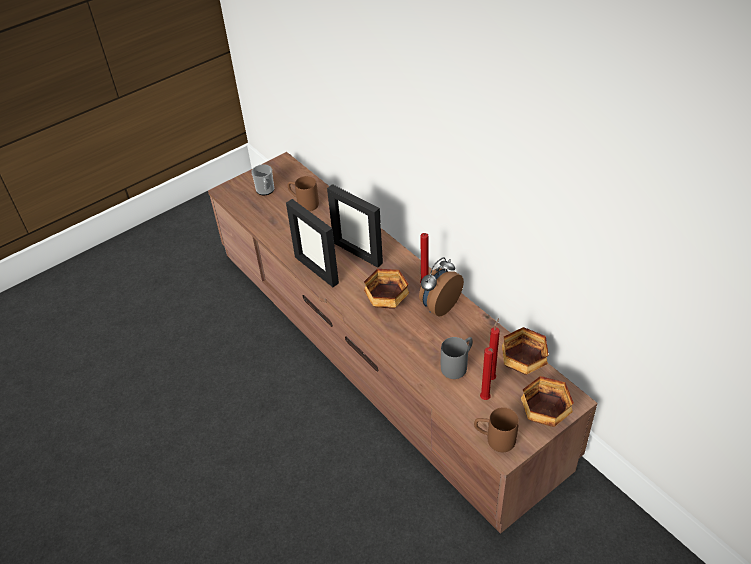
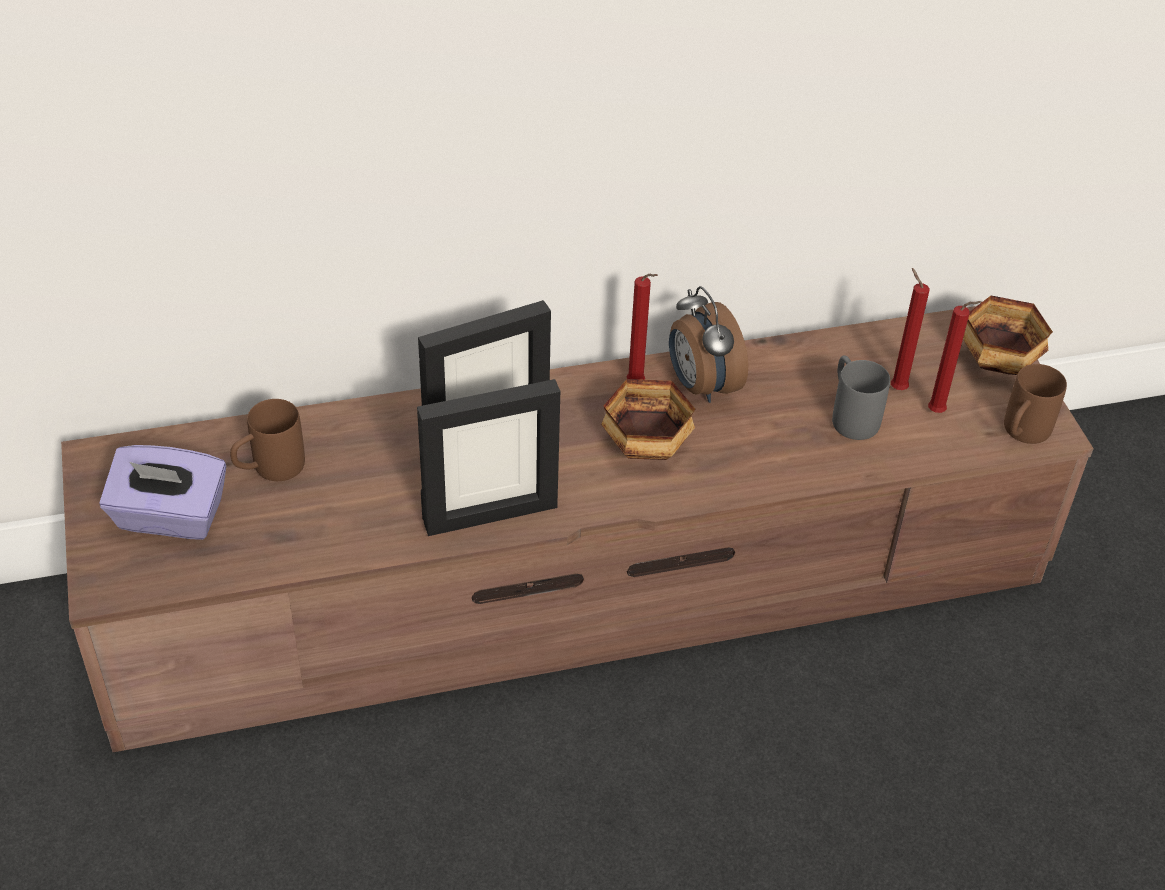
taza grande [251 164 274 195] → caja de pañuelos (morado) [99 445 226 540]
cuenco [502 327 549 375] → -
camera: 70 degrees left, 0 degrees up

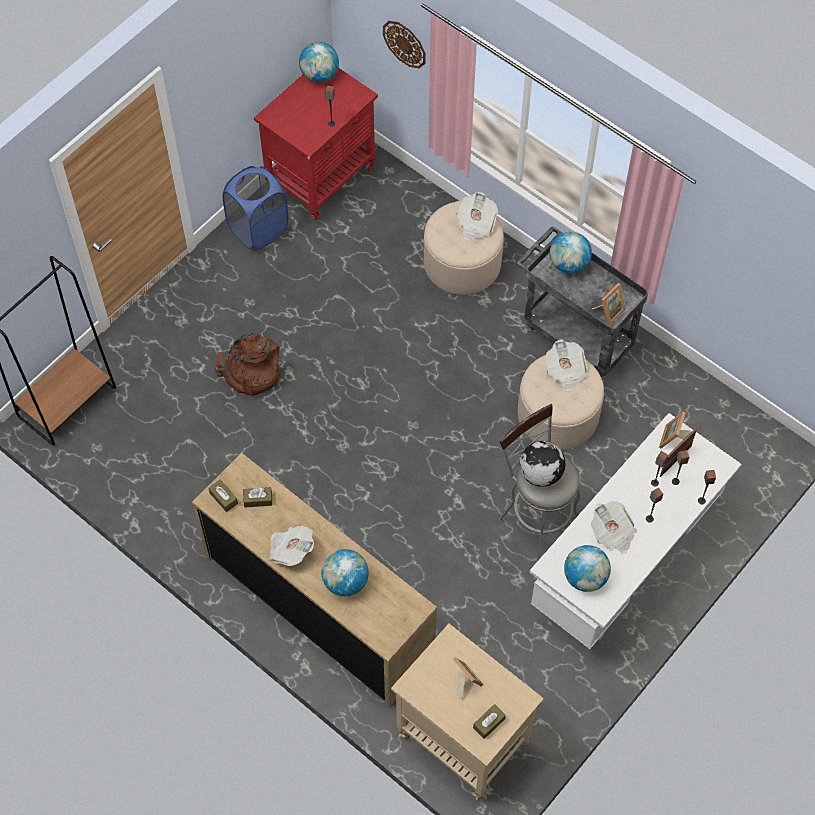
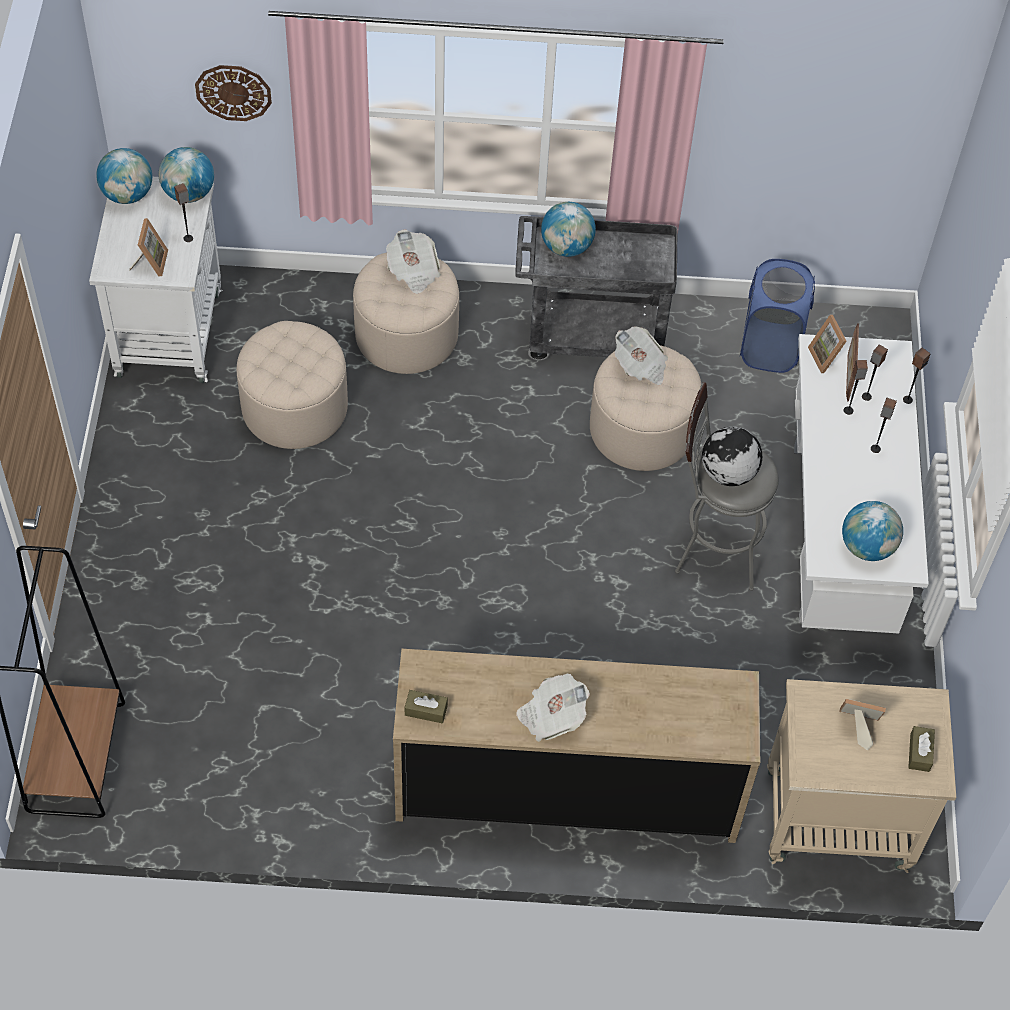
carrito (rojo) [254 68 378 222] → carrito (blanco) [89 177 223 383]
portarretratos [592 283 626 326] → portarretratos [129 218 168 277], relocated
globo terráqueo [321 549 369 596] → globo terráqueo [159 147 214 203], relocated
- → puf (beis) [237 321 348 449]
cesto de la ropa (azul) [222 166 289 250] → cesto de la ropa (azul) [740 259 815 373], relocated
mochila (marrón) [215 333 281 397] → -
caja de pañuelos (marrón) [243 487 272 508] → -
periódico [591 501 637 554] → -
camera: 40 degrees left, 5 degrees down

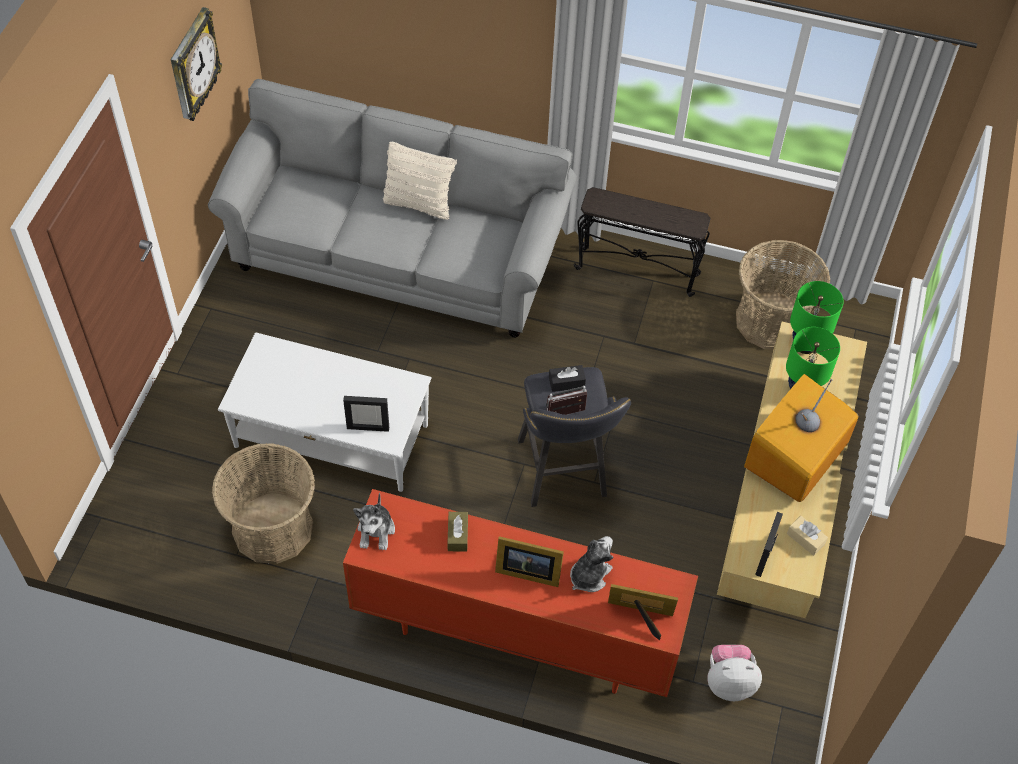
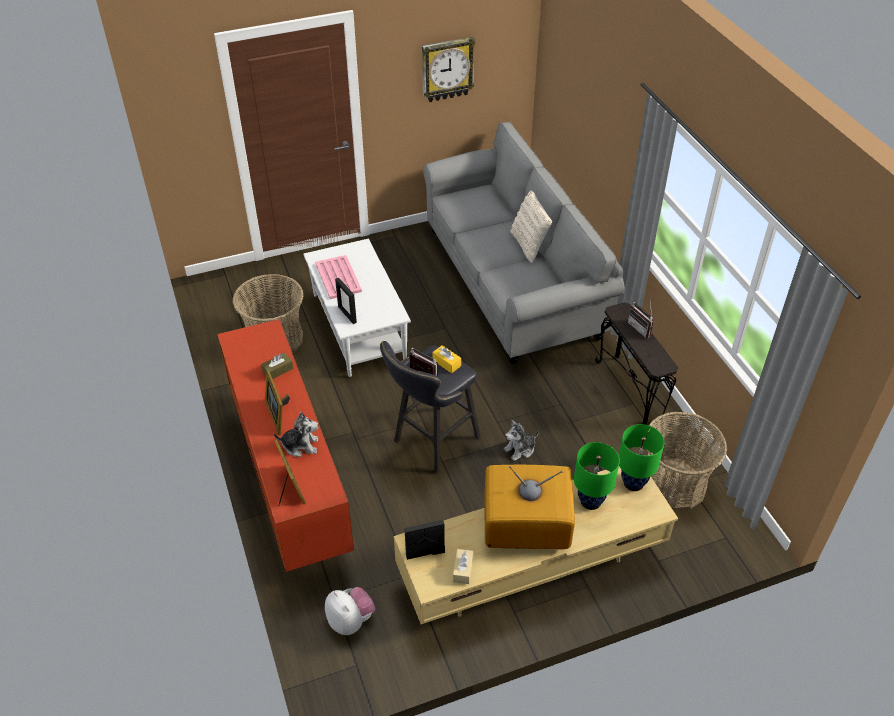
- → bandeja (rosa) [315 255 362 299]
caja de pañuelos (negro) [549 365 586 392] → caja de pañuelos (amarillo) [432 345 461 373]
peluche [353 493 395 550] → peluche [504 419 539 461], relocated
- → radio [628 299 654 338]
camera: 55 degrees right, 10 degrees down

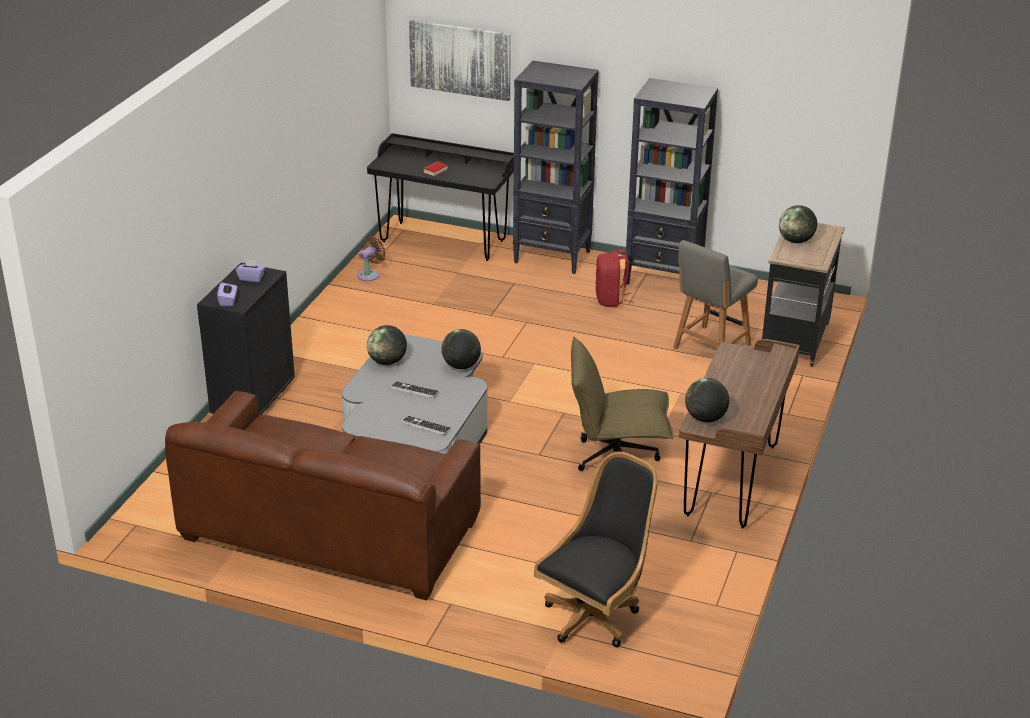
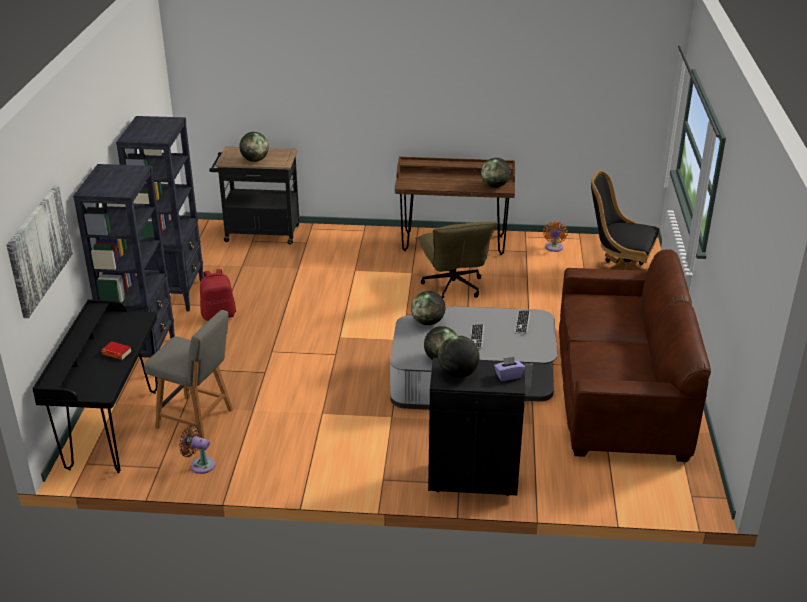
silla (gris) [673 240 758 349] → silla (gris) [144 310 233 439], relocated
caja de pañuelos (morado) [236 259 265 282] → globo terráqueo [438 335 480 378]
- → ventilador (naranja) [543 221 568 252]
camera: 105 degrees left, 0 degrees up

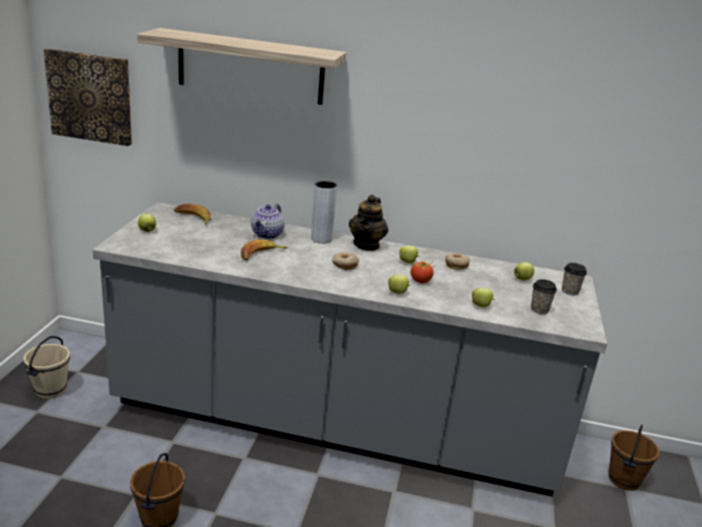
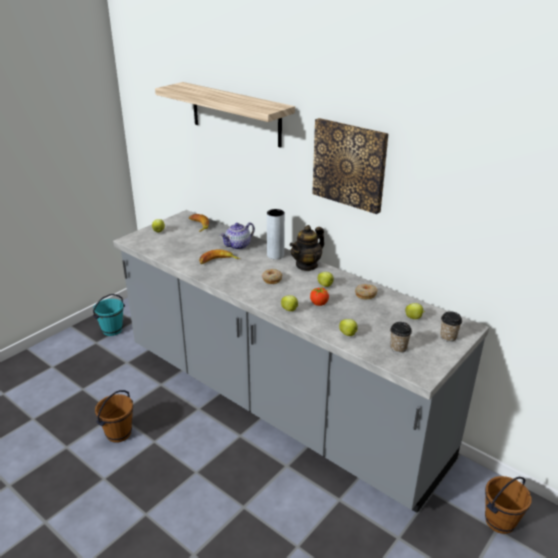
cubo (beis) [23 336 70 399] → cubo (turquesa) [92 294 125 336]
cuadro [44 49 132 146] → cuadro [312 118 389 214], relocated
camera: 30 degrees right, 5 degrees up

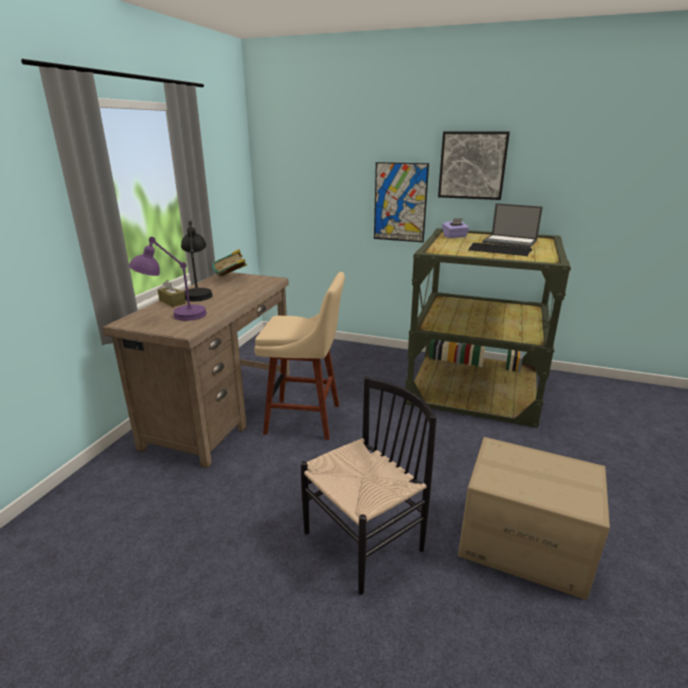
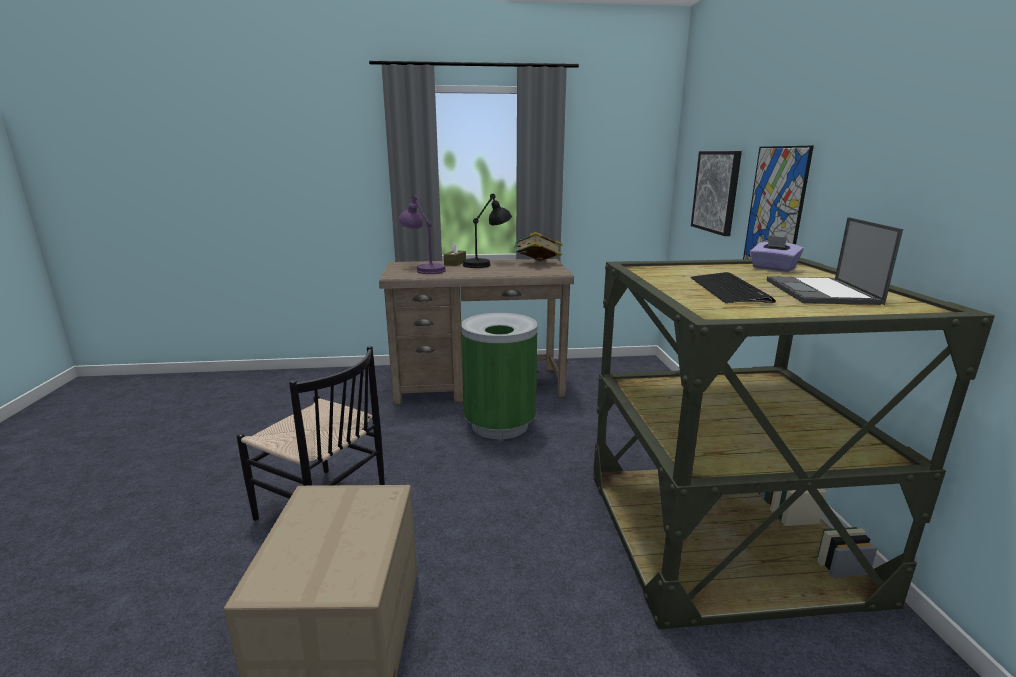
taburete (beis) [254 272 345 440] → papelera (verde) [461 313 538 439]
cuadro [438 131 510 200] → cuadro [691 151 742 236], relocated
camera: 65 degrees right, 5 degrees down

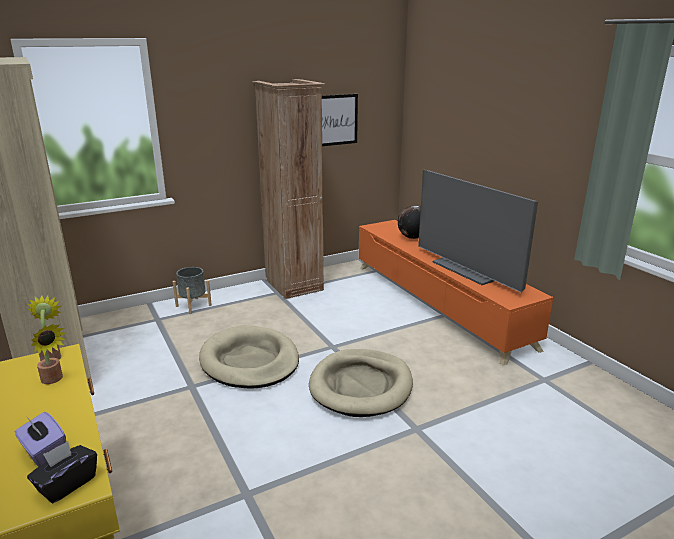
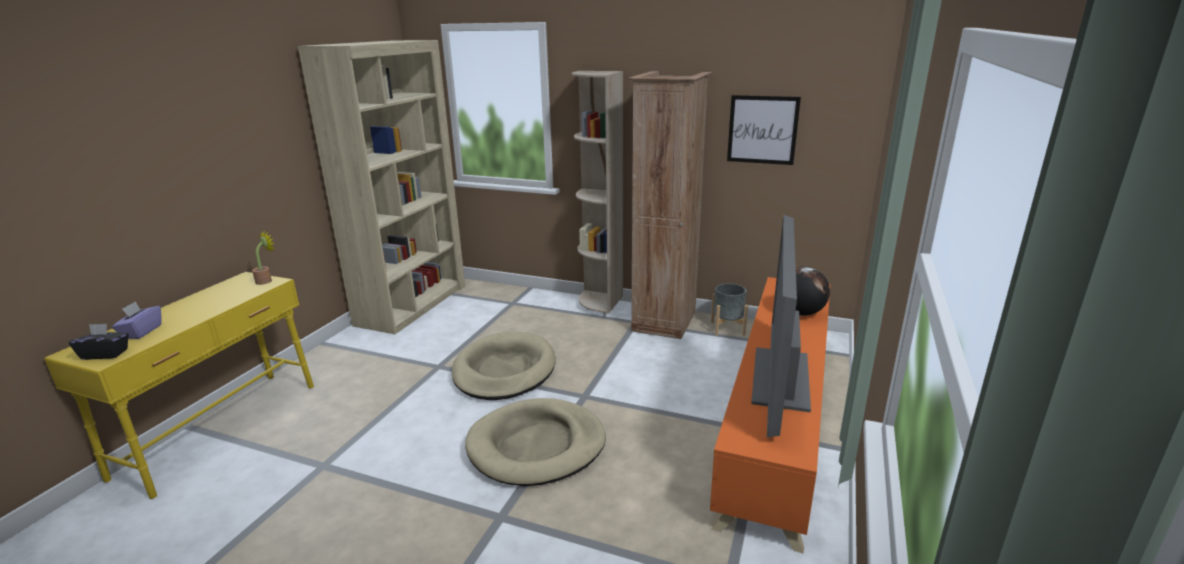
- → estantería (beis) [572 71 623 316]
maceta (gris) [173 267 212 314] → maceta (gris) [711 283 748 336], relocated
planta en maceta [31 324 67 384] → -
camera: 50 degrees right, 0 degrees up

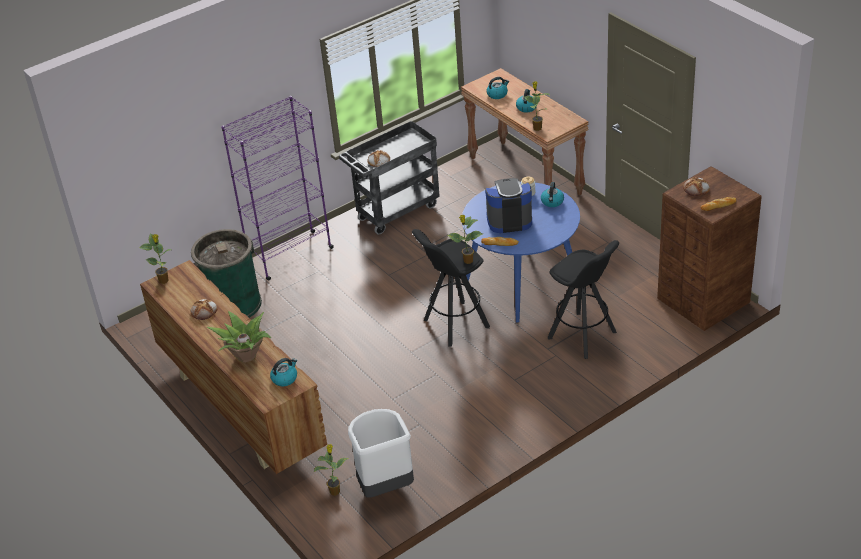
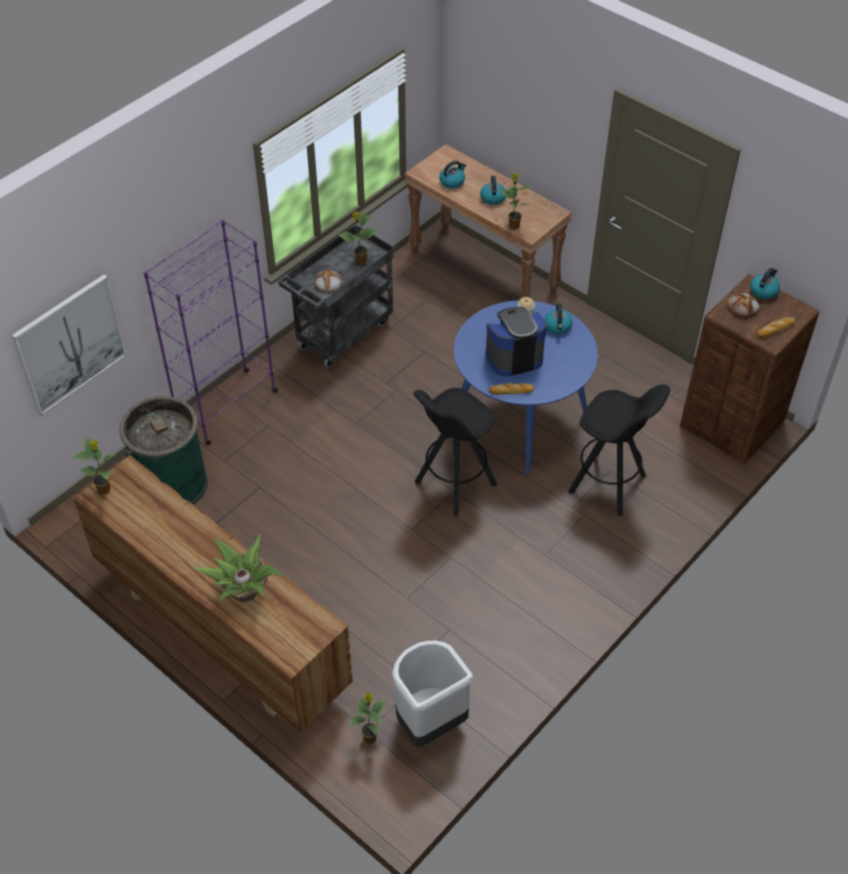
- → cuadro [11 274 127 416]
planta en maceta [447 215 483 264] → planta en maceta [338 212 379 264], relocated
hervidor [270 358 297 386] → hervidor [750 268 780 299], relocated
pan [191 299 218 320] → -
camera: 15 degrees left, 10 degrees up

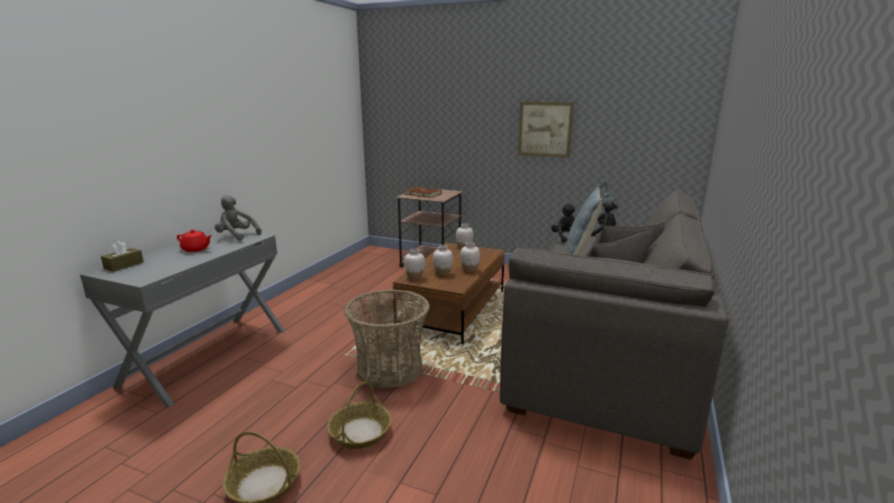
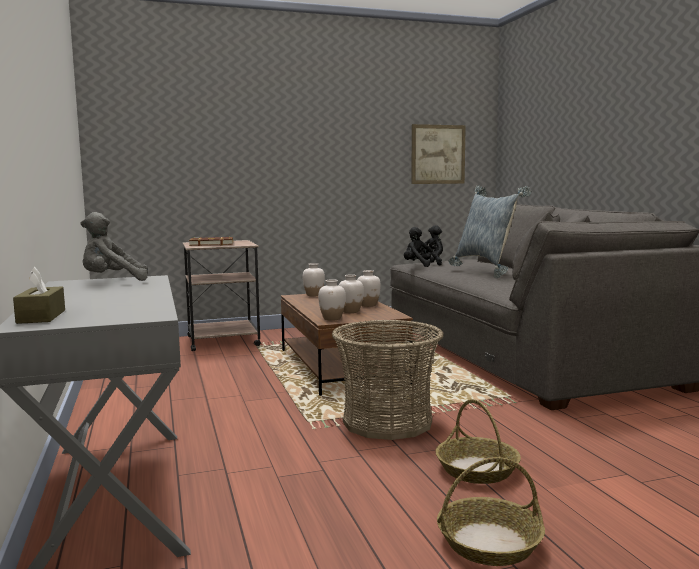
cuadro [518 102 574 158] → cuadro [412 124 466 184], relocated
tetera (rojo) [177 230 212 252] → -
camera: 40 degrees left, 10 degrees down

